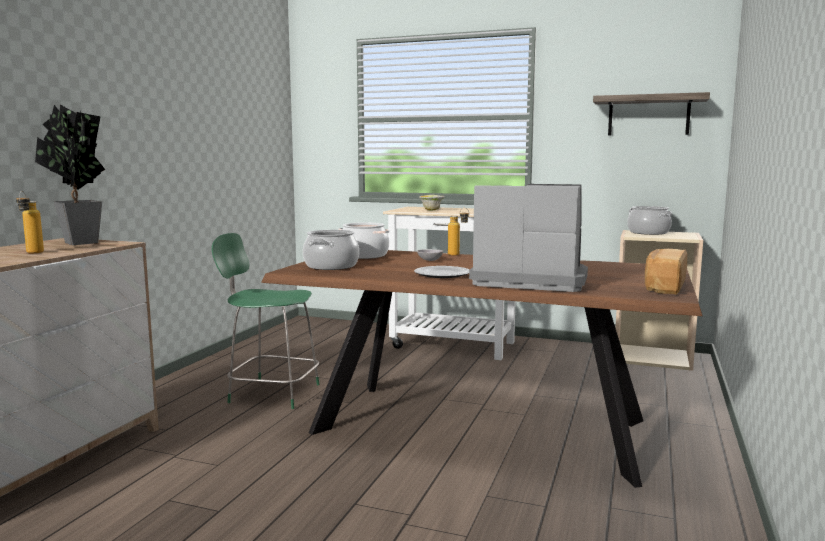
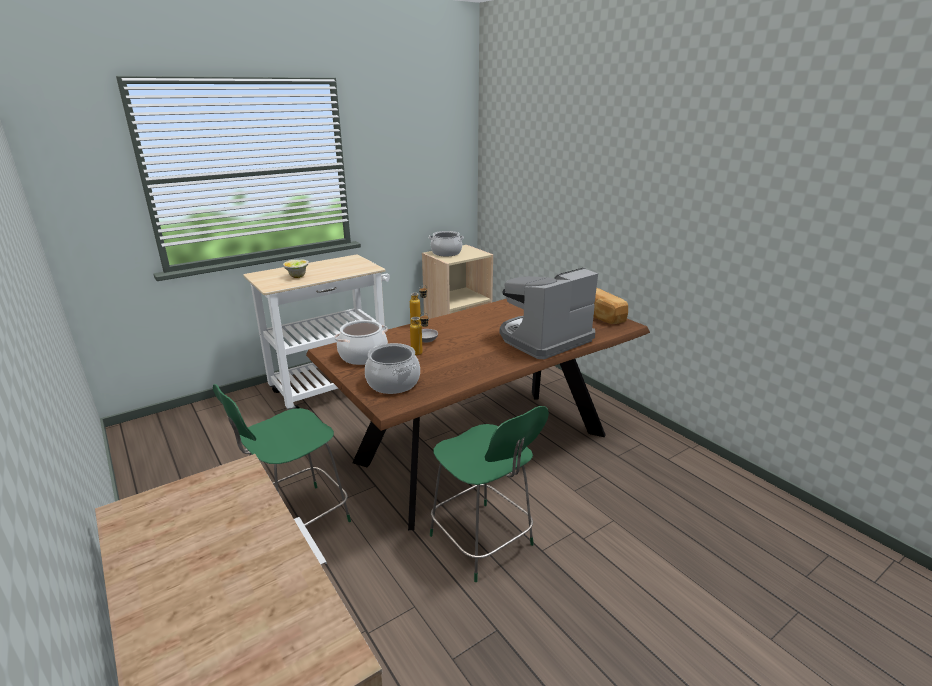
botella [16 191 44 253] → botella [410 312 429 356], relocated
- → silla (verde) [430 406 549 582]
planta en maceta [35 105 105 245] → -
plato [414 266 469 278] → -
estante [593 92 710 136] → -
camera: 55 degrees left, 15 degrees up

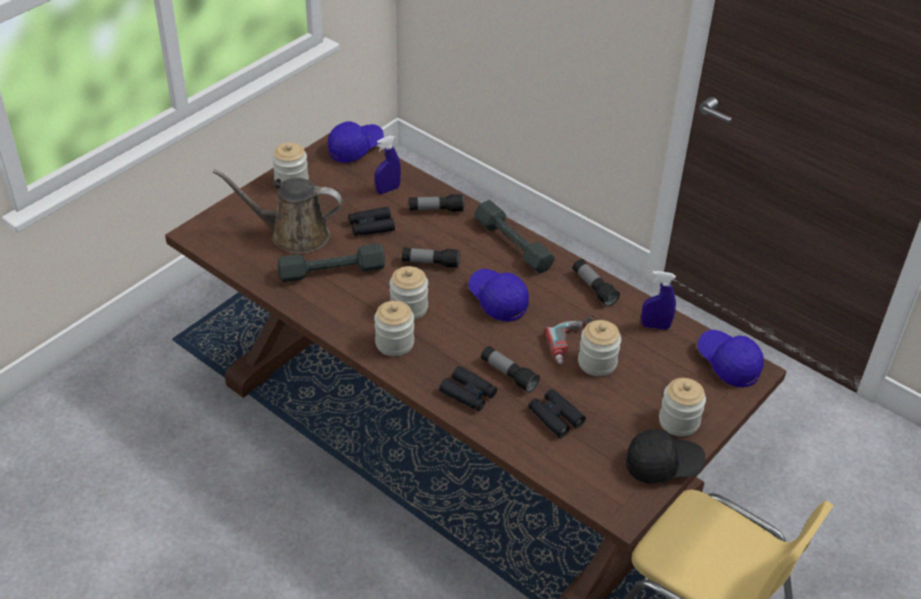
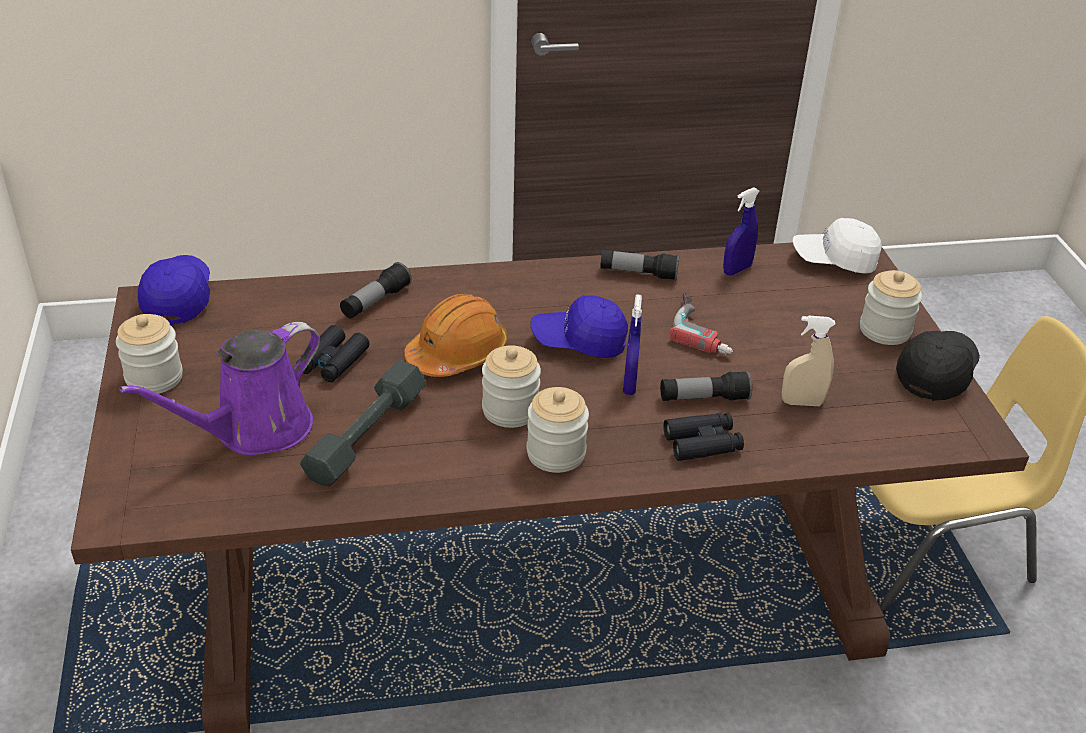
regadera (marrón) [213 169 342 254] → regadera (morado) [119 322 320 455]
linterna [402 247 460 268] → casco (naranja) [404 294 508 377]
pulverizador (azul) [375 136 401 194] → pulverizador (azul) [623 295 642 395], relocated
prismáticos (negro) [528 389 586 438] → pulverizador (beis) [782 315 836 406]
gorra (azul) [698 330 764 388] → gorra (blanco) [793 218 882 274]
mancuerna (gris) [474 200 555 274] → -
tarro [578 320 621 376] → -
camera: 50 degrees left, 5 degrees down

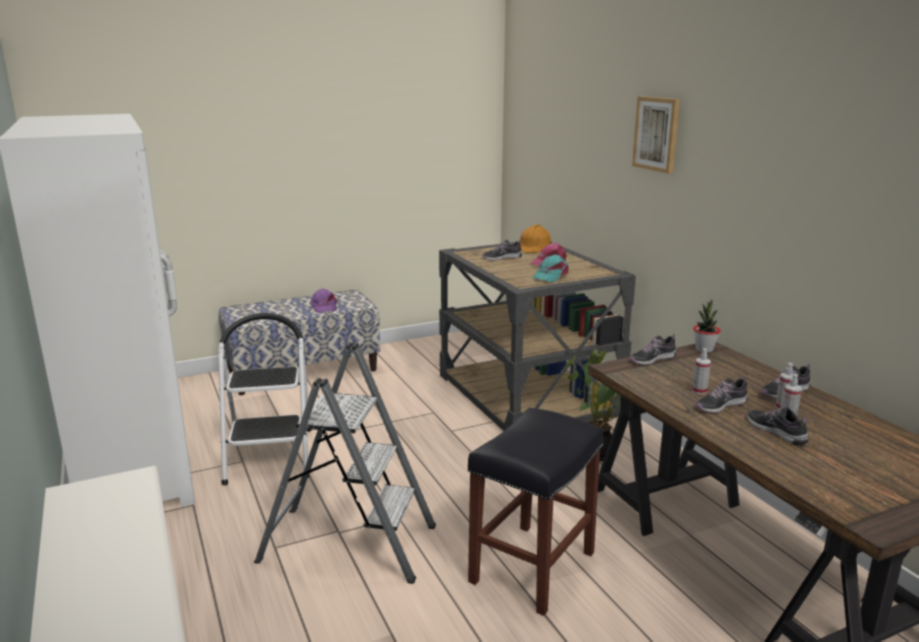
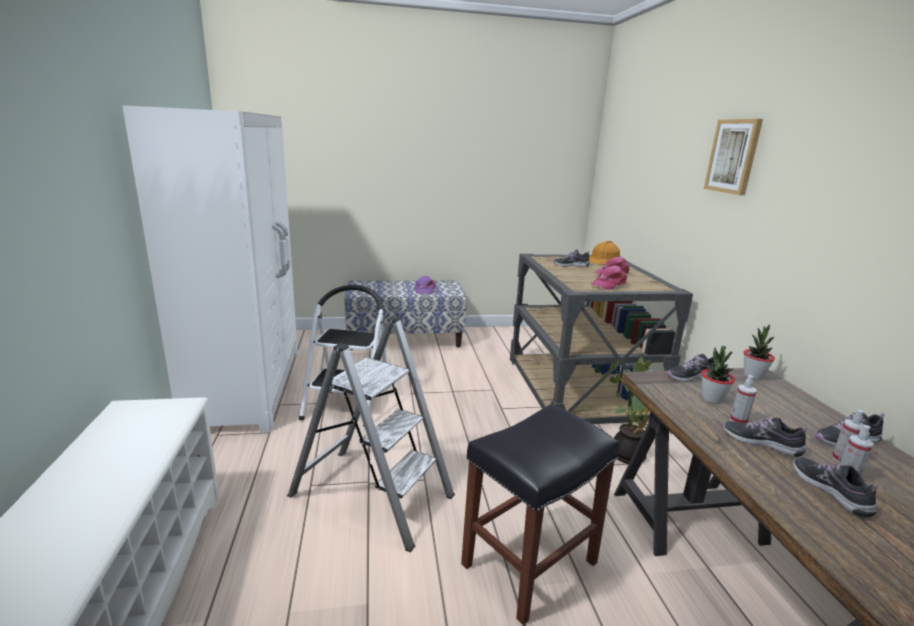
gorra (turquesa) [533 254 569 282] → gorra (rosa) [591 265 627 290]
- → planta en maceta [701 346 735 404]
zapato [696 376 748 413] → zapato [723 417 807 457], 45 degrees clockwise
camera: 15 degrees right, 0 degrees up

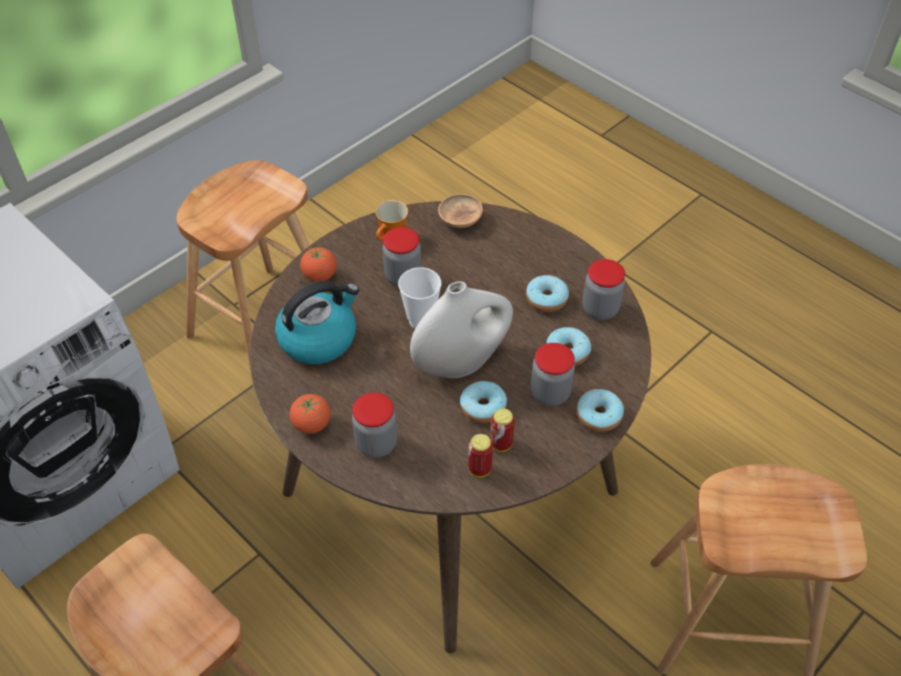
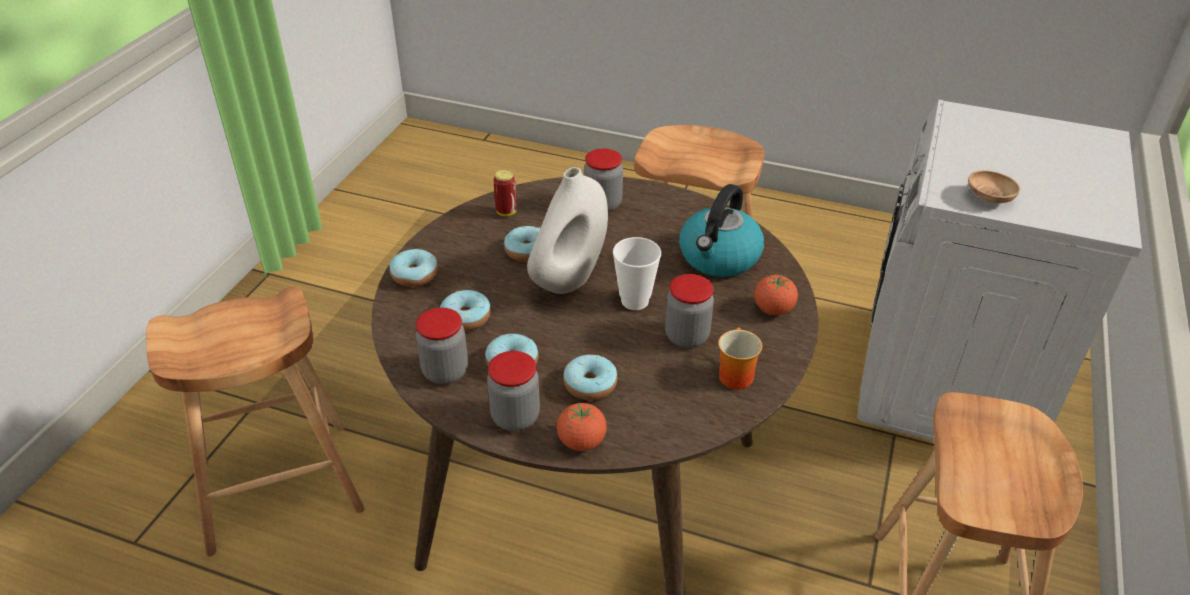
tarro [531 343 575 406] → tarro [487 351 540 431], relocated
tomate [290 394 331 434] → tomate [557 403 607 451], relocated
- → rosquilla [563 355 617 400]
cuenco (marrón) [438 194 483 228] → cuenco (marrón) [968 170 1020 203], relocated
lata [490 408 515 452] → -
camera: 155 degrees right, 10 degrees down

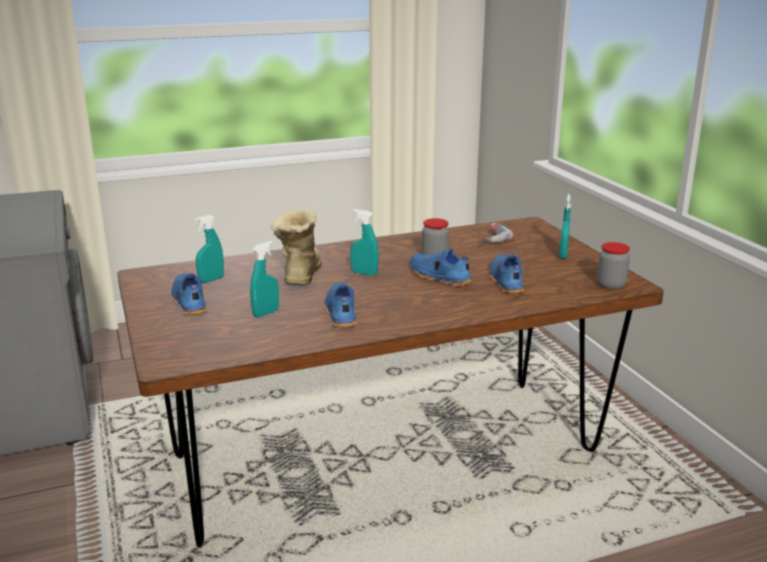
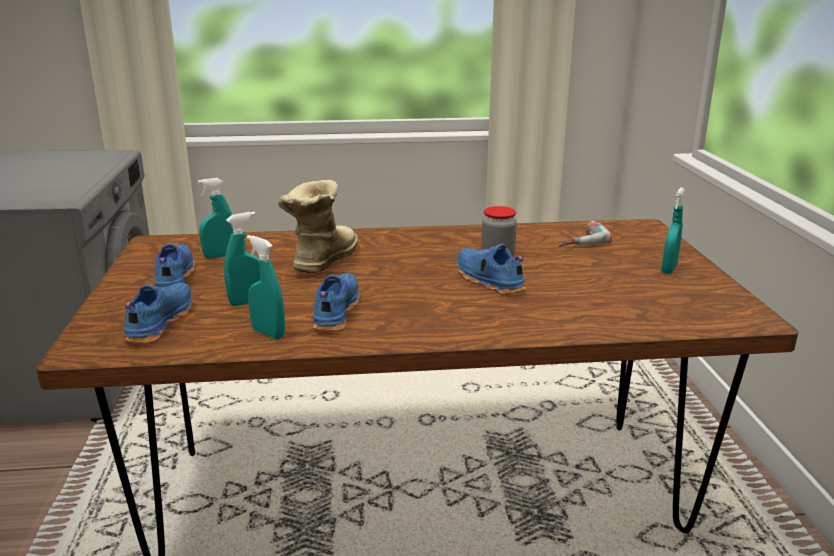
zapato (azul) [489 254 524 293] → zapato (azul) [124 282 192 344], relocated
pulverizador (turquesa) [350 209 379 276] → pulverizador (turquesa) [247 235 285 339], relocated
tarro [597 242 630 290] → -
camera: 15 degrees right, 0 degrees up

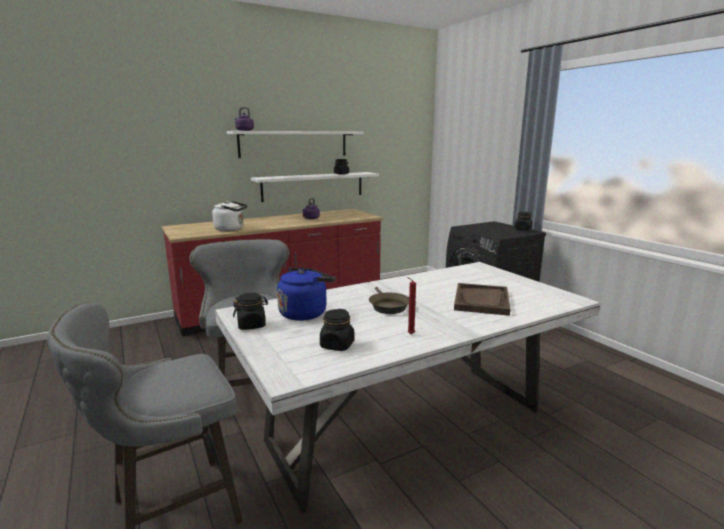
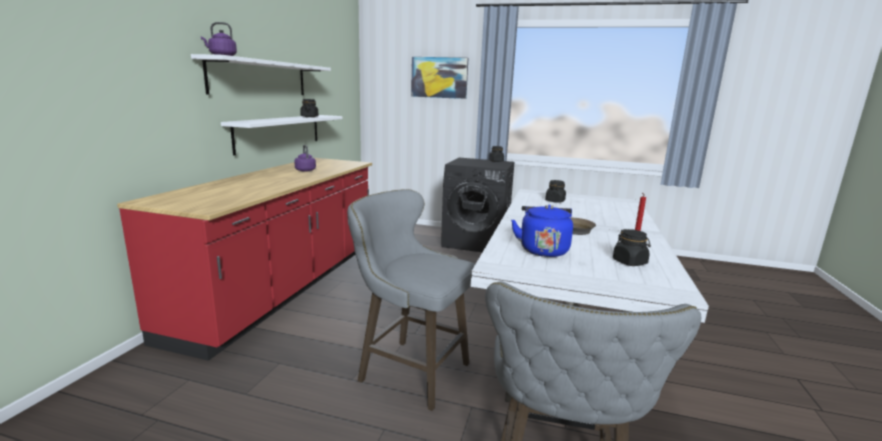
- → cuadro [411 57 468 99]
tarro (negro) [233 293 268 330] → tarro (negro) [545 180 566 203], relocated
hervidor (blanco) [212 201 247 231] → -
bandeja (marrón) [454 283 510 316] → -
camera: 45 degrees left, 0 degrees up

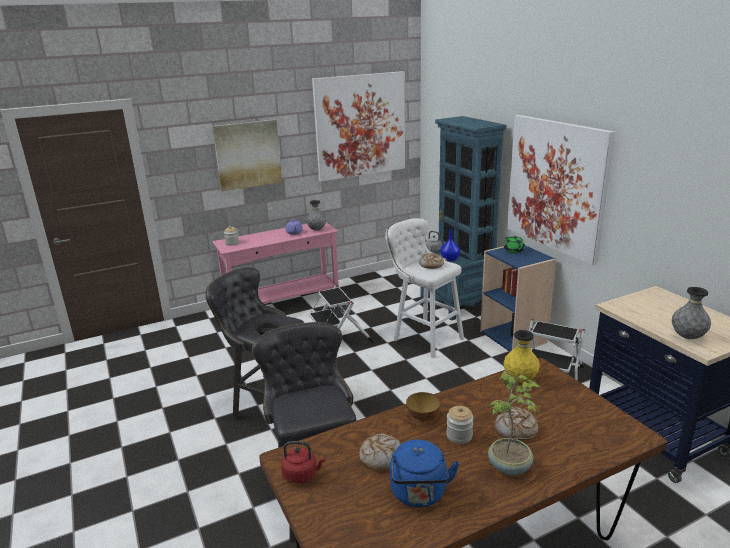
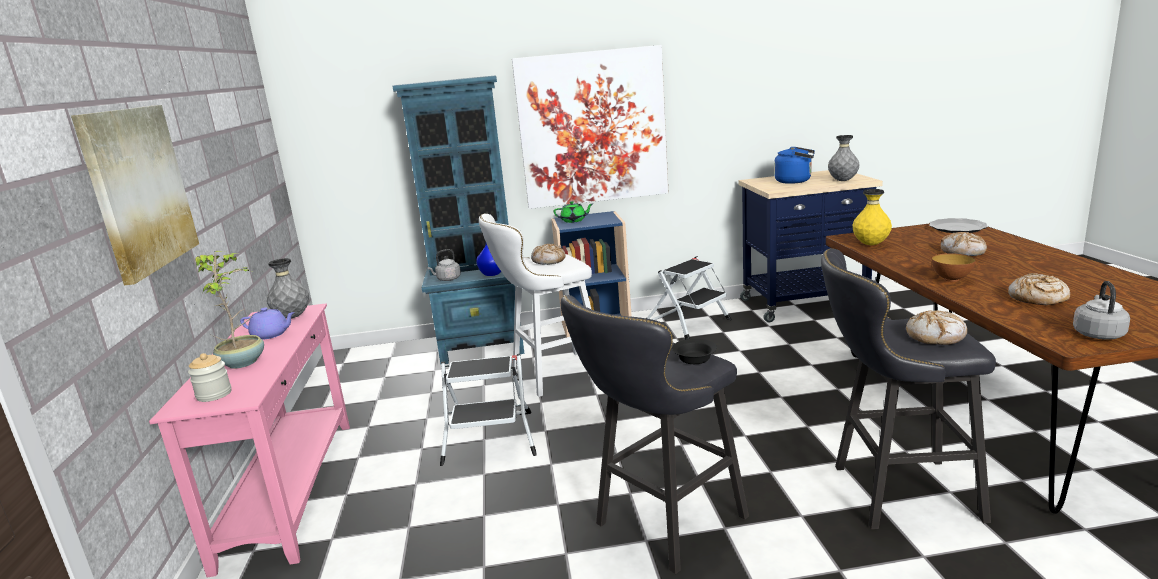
planta en maceta [488 371 542 476] → planta en maceta [195 251 264 369], relocated
hervidor (azul) [390 440 459 507] → hervidor (azul) [774 147 815 184], relocated
- → pan [906 310 967 345]
- → plato [929 218 988 233]
hervidor (rojo) [281 441 325 484] → hervidor (gris) [1073 281 1130 340]
cuadro [312 71 405 182] → -
tarro [446 406 474 444] → -
camera: 70 degrees left, 5 degrees down

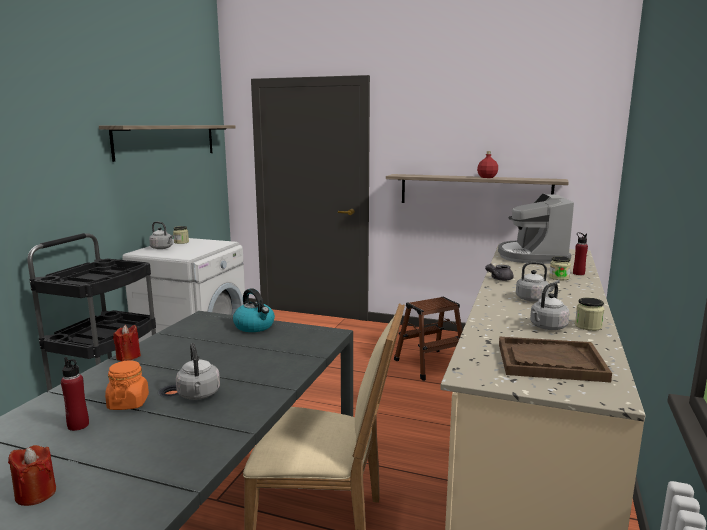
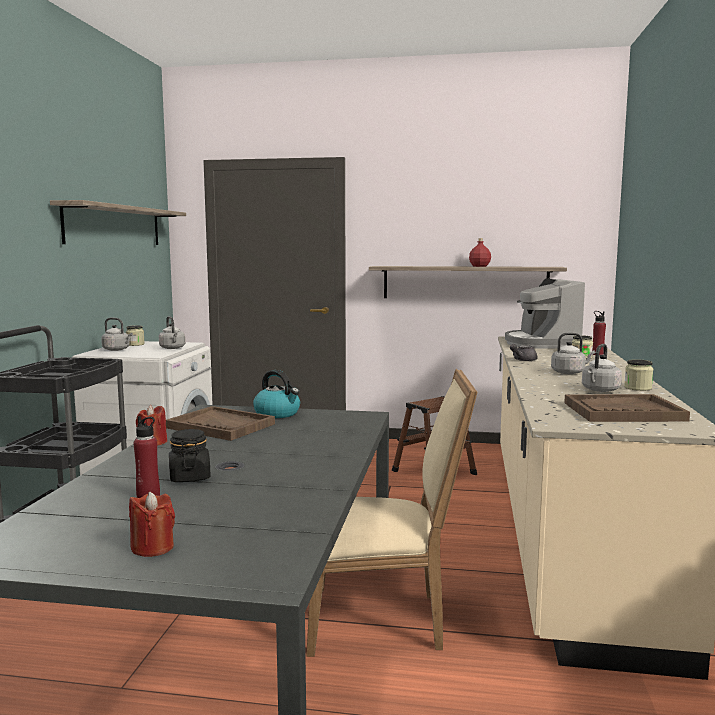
hervidor (gris) [176 343 220 400] → hervidor (gris) [159 316 186 349], relocated
- → bandeja (marrón) [166 406 275 441]
tarro (naranja) [105 360 149 410] → tarro (negro) [169 429 211 482]
camera: 10 degrees left, 5 degrees down

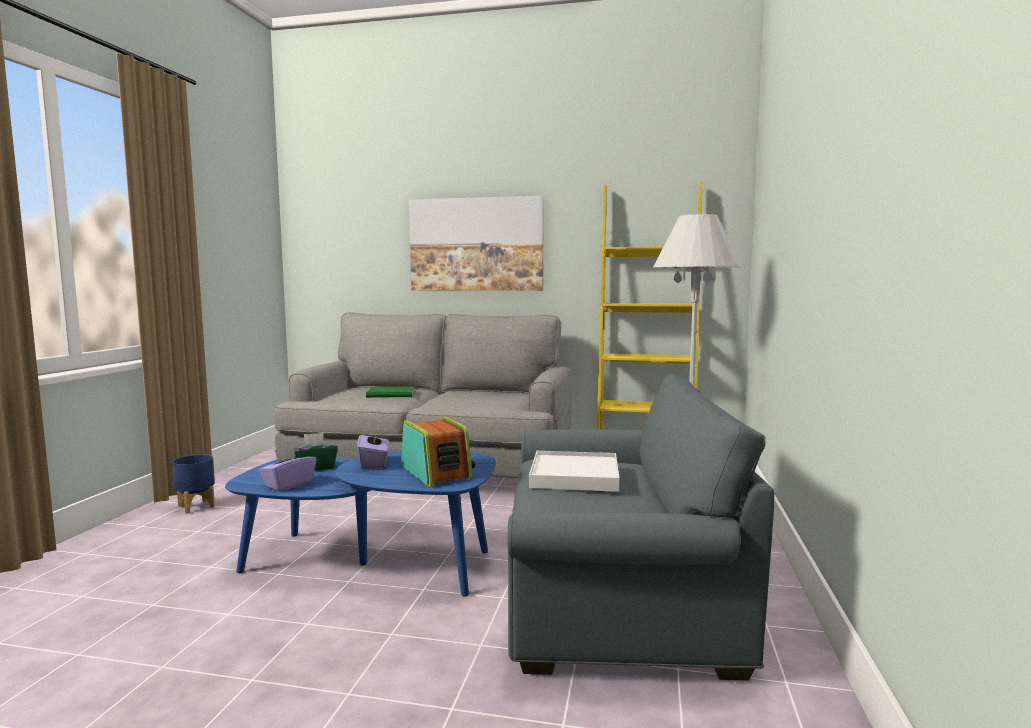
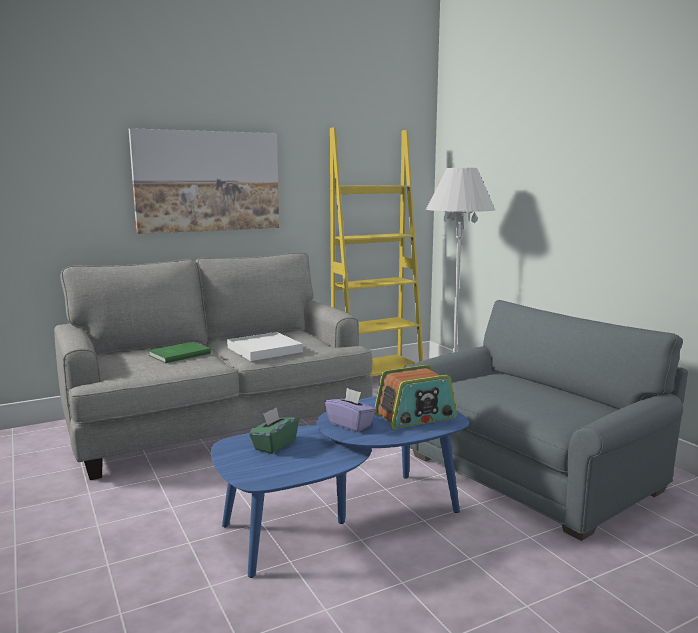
bandeja (blanco) [529 451 619 492] → bandeja (blanco) [227 332 303 361], relocated
radio [401 416 475 487] → radio [374 365 457 429], 135 degrees clockwise
maceta (azul) [173 454 215 514] → -
caja de pañuelos (morado) [259 446 317 492] → -
camera: 40 degrees left, 5 degrees up

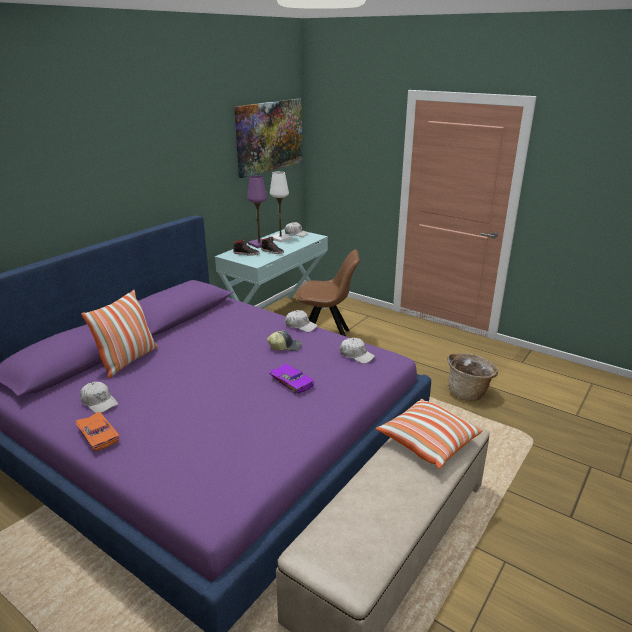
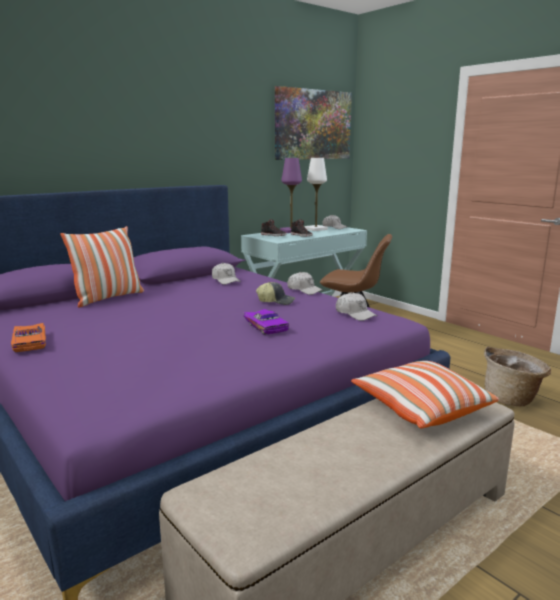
gorra (blanco) [80 382 118 413] → gorra (blanco) [212 263 241 285], relocated
camera: 15 degrees right, 10 degrees down

